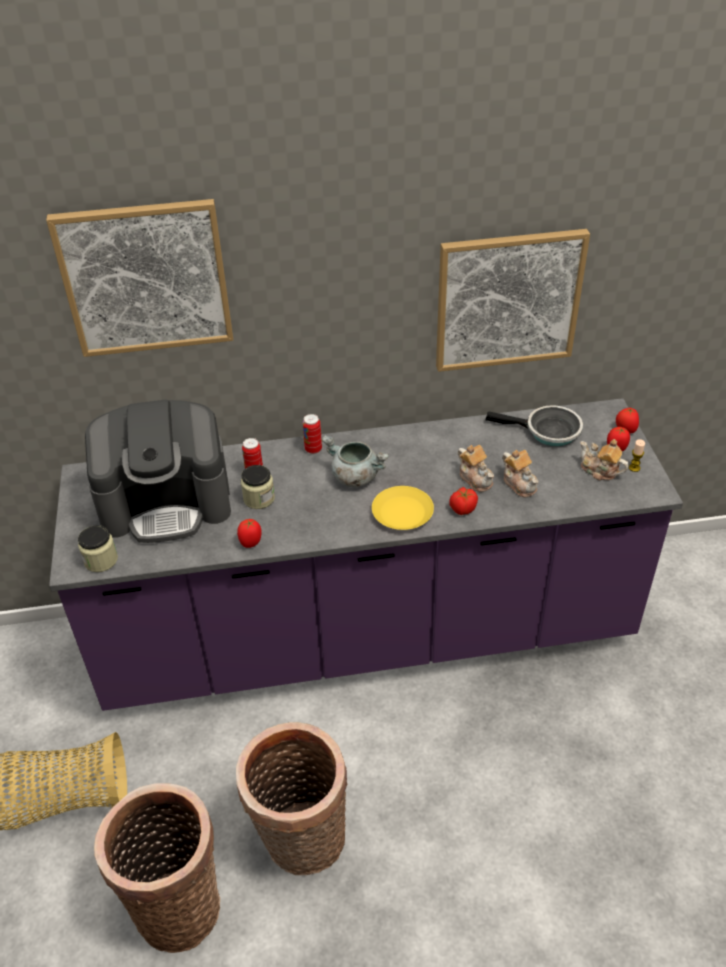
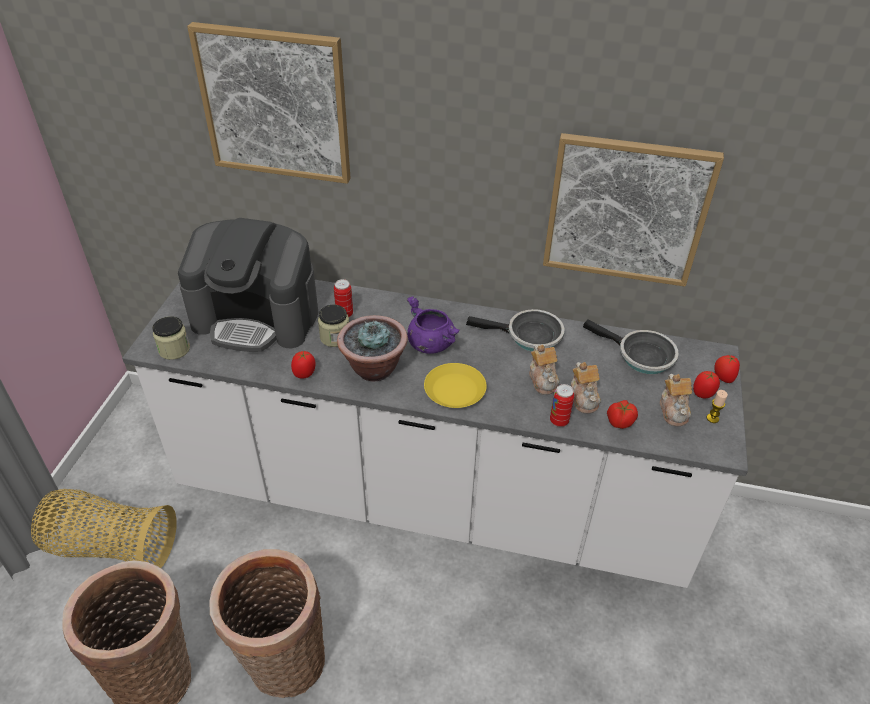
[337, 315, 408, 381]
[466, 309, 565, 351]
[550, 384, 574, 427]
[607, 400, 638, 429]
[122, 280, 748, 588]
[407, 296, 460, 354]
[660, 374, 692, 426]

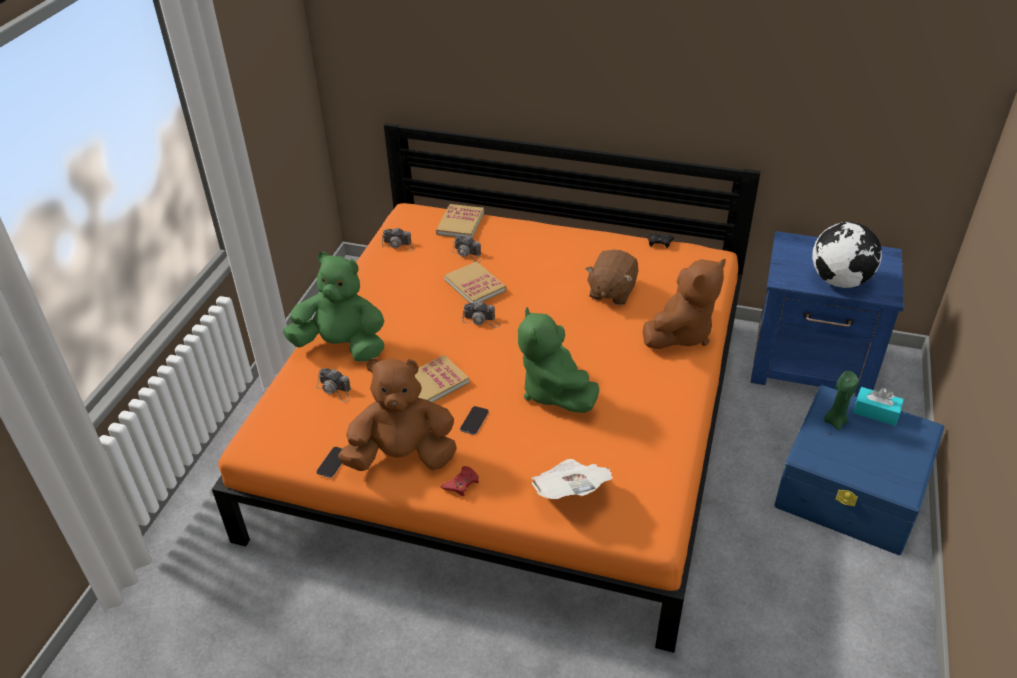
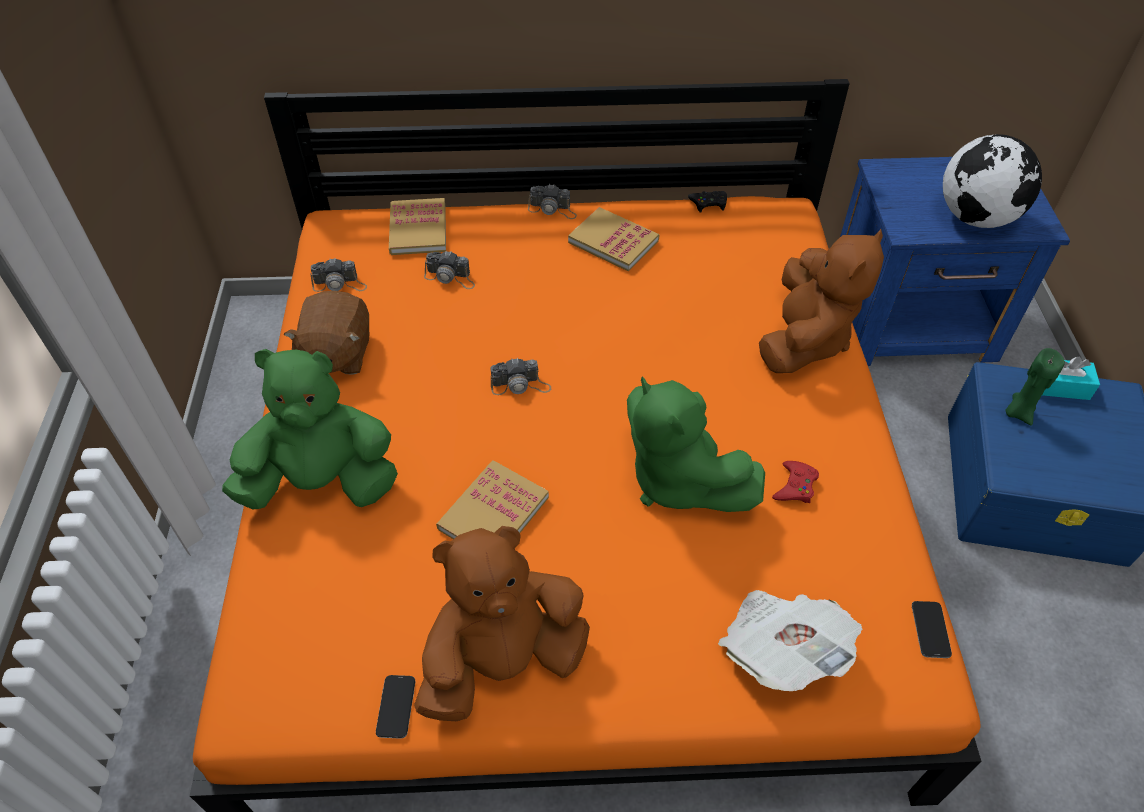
[528, 184, 577, 219]
[772, 461, 819, 503]
[568, 207, 660, 272]
[912, 601, 952, 658]
[284, 291, 369, 375]

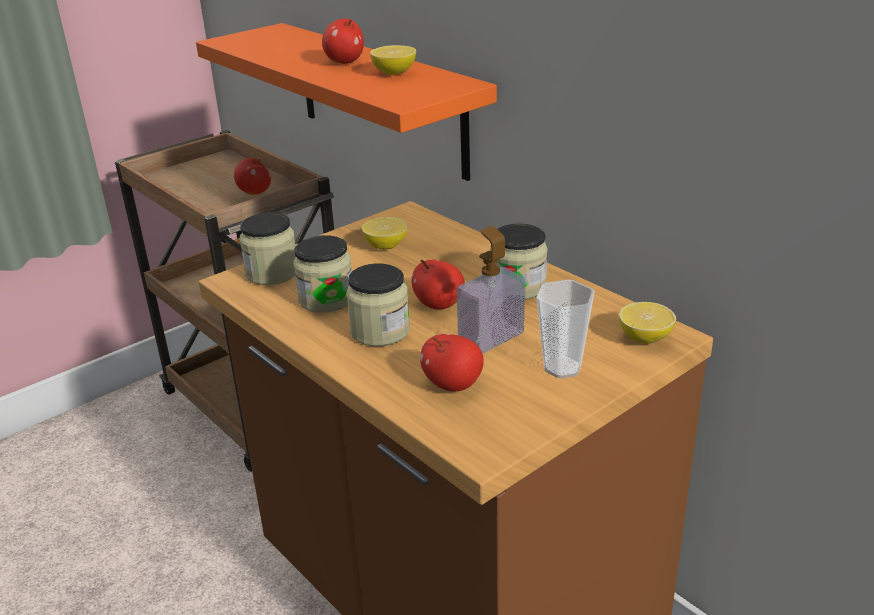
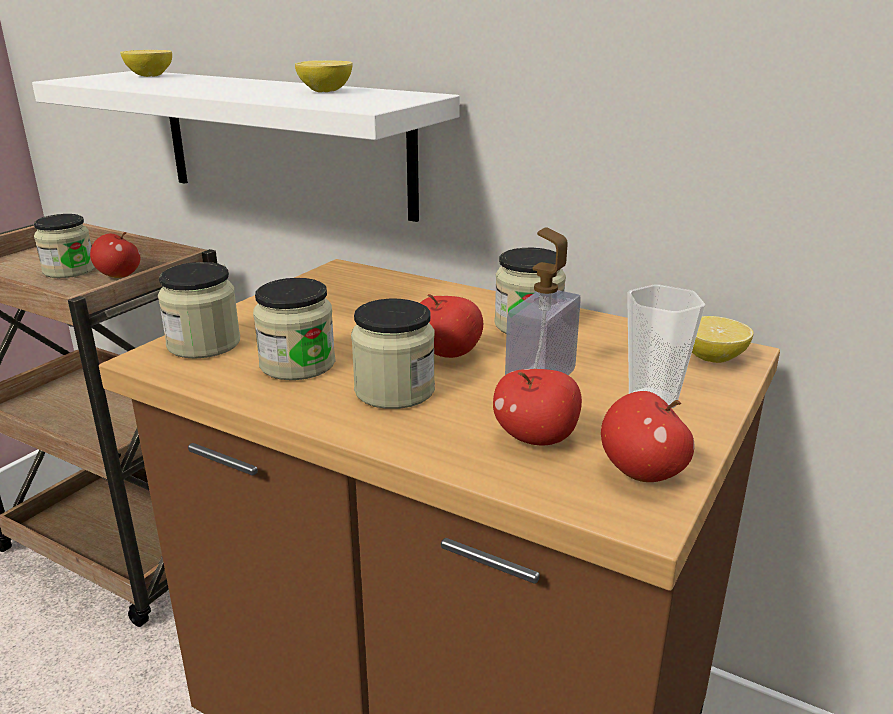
[34, 214, 95, 278]
[601, 391, 694, 482]
[120, 50, 172, 77]
[32, 71, 460, 222]

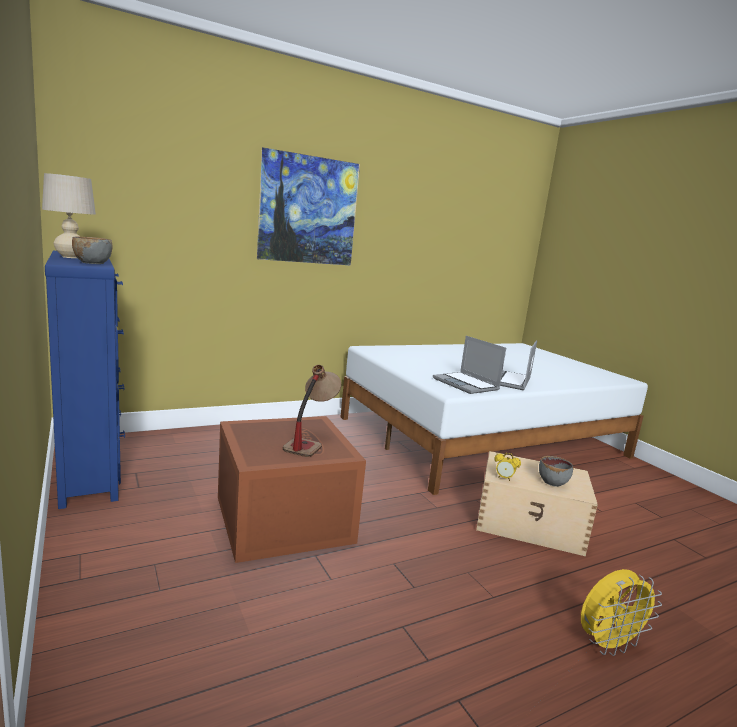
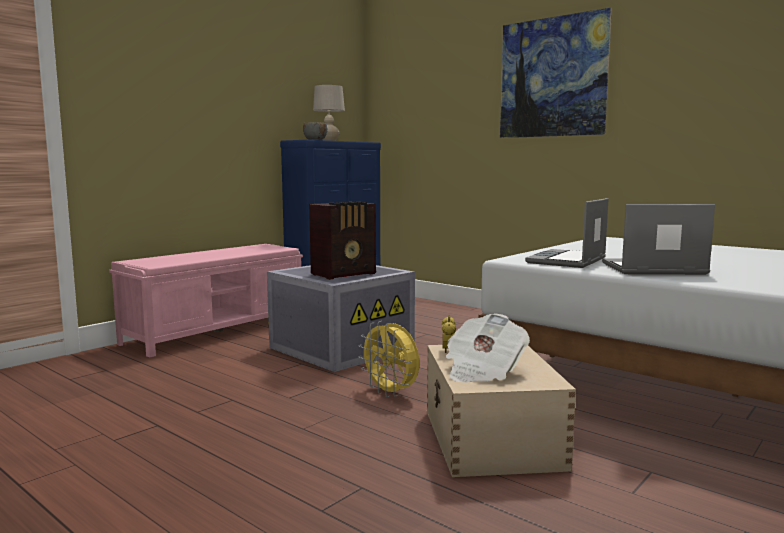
[109, 244, 303, 358]
[359, 321, 419, 397]
[309, 201, 376, 280]
[446, 313, 530, 383]
[267, 265, 415, 372]

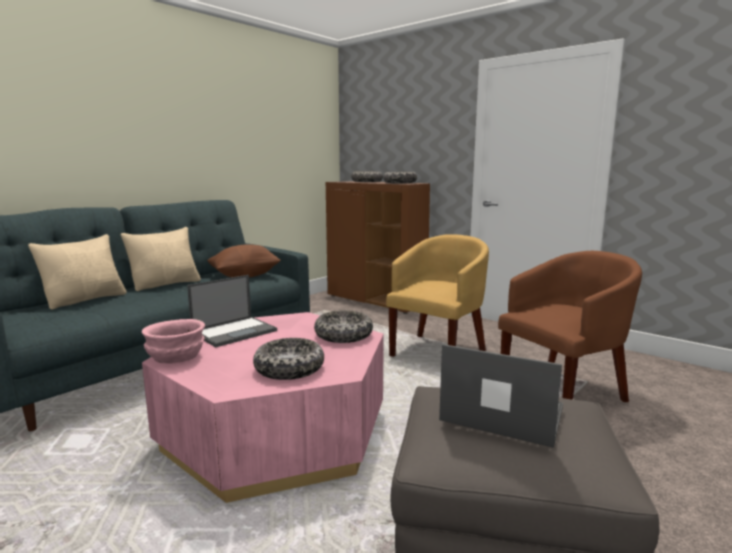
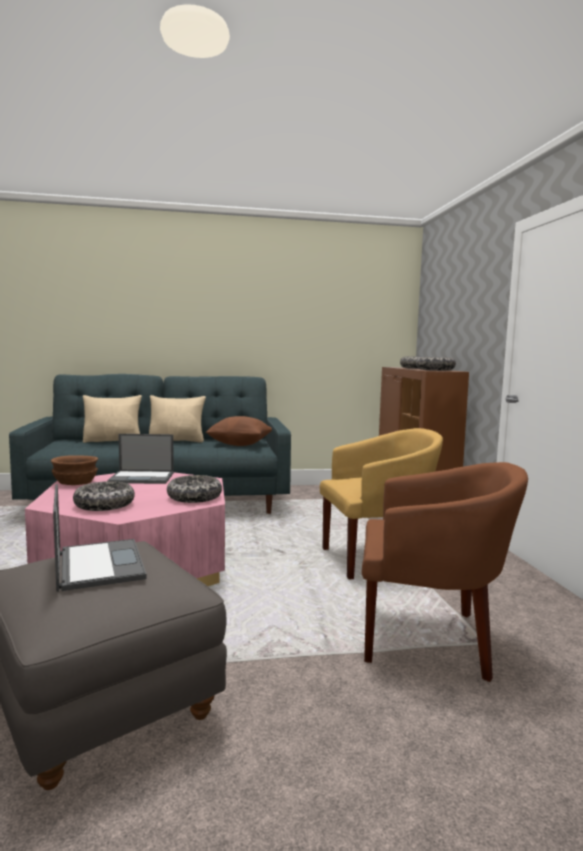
[51, 455, 98, 485]

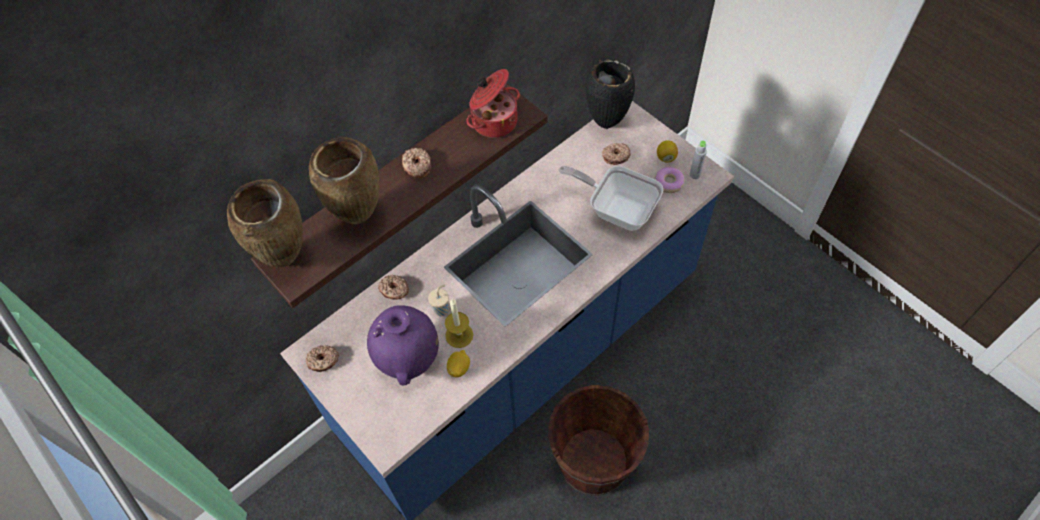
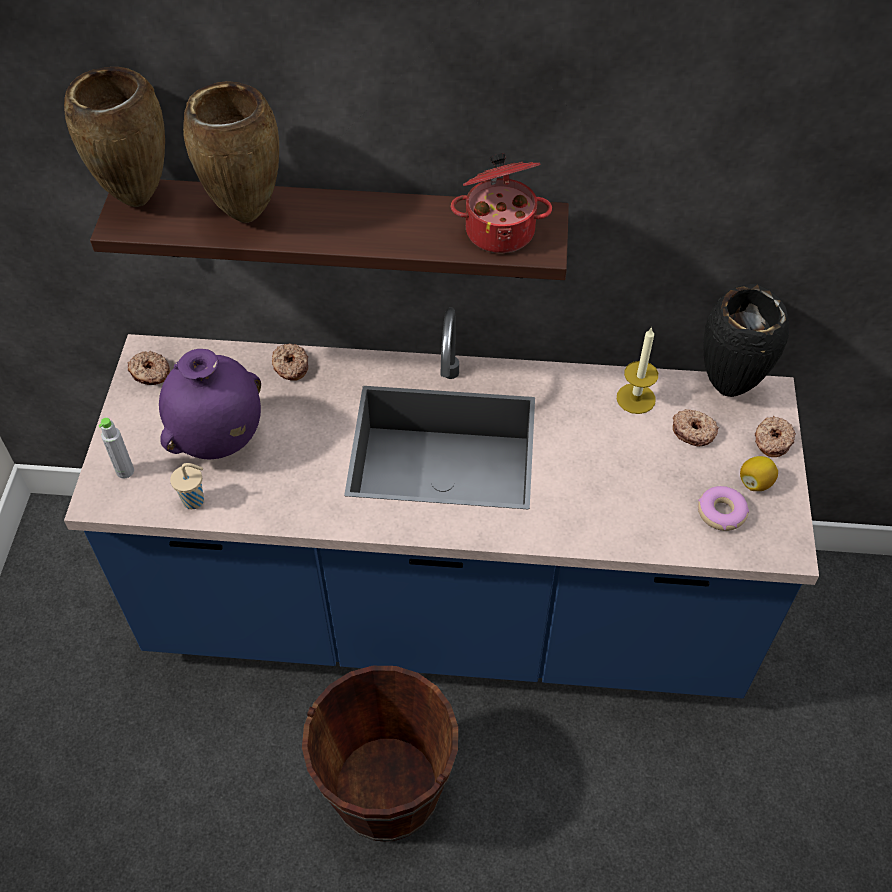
[447, 350, 470, 377] (first image)
[558, 165, 663, 231] (first image)
[755, 416, 796, 457]
[170, 463, 204, 509]
[617, 327, 658, 414]
[98, 418, 134, 479]

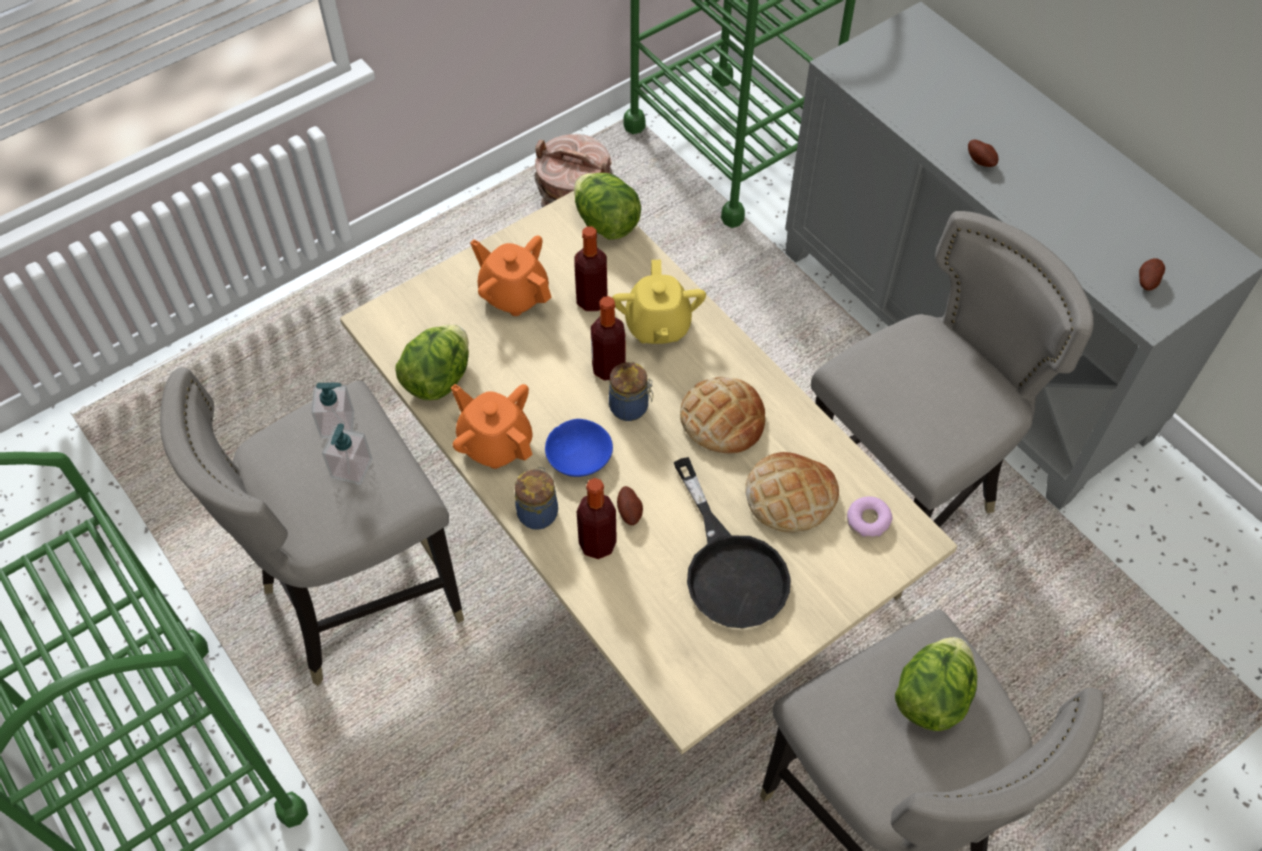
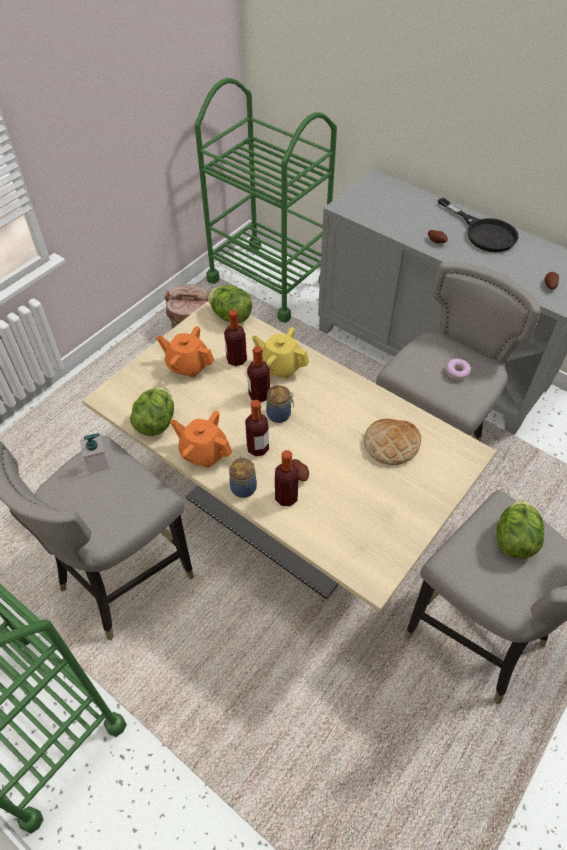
[322, 423, 372, 485] (first image)
[680, 376, 765, 454] (first image)
[438, 198, 519, 252]
[445, 359, 471, 380]
[245, 400, 269, 456]
[252, 327, 309, 379]

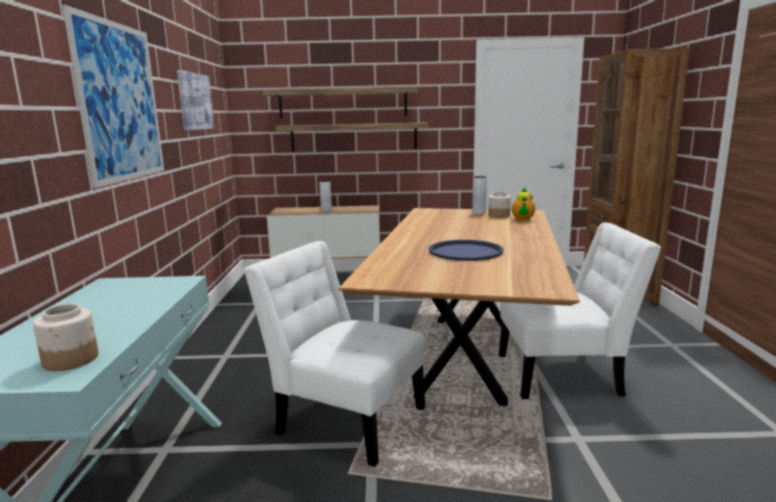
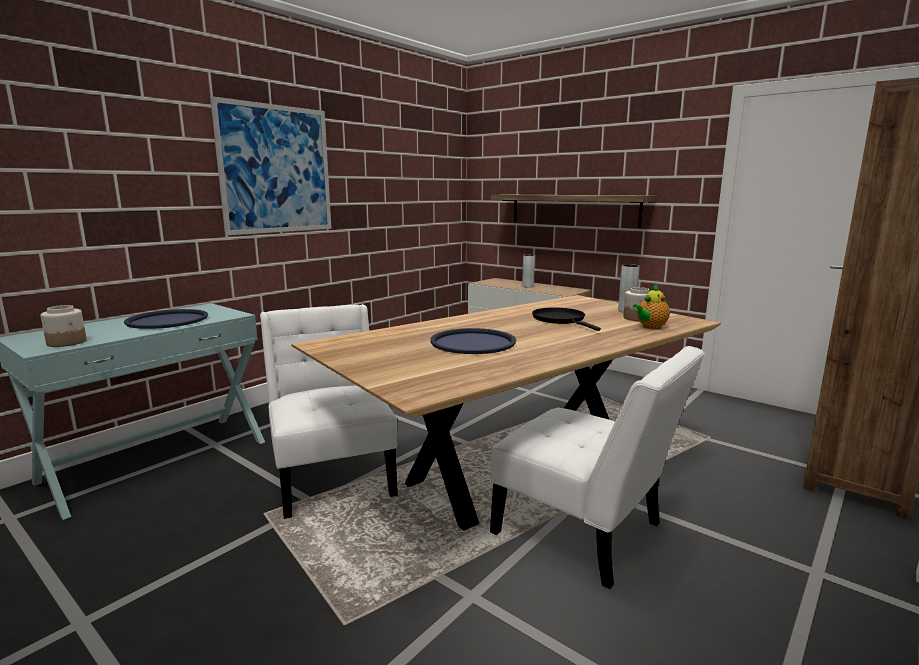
[177, 70, 214, 131] (first image)
[263, 87, 418, 118] (first image)
[124, 309, 208, 329]
[532, 307, 601, 331]

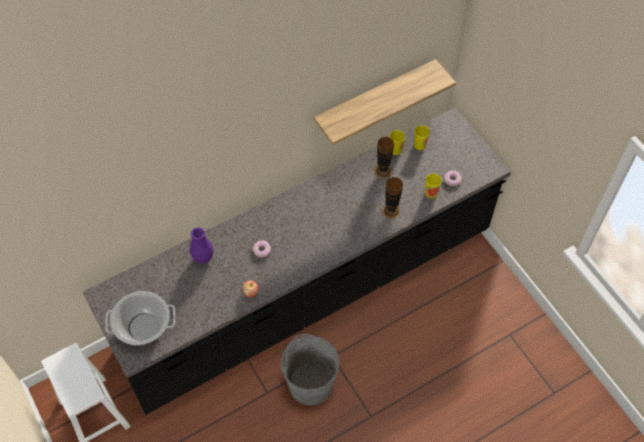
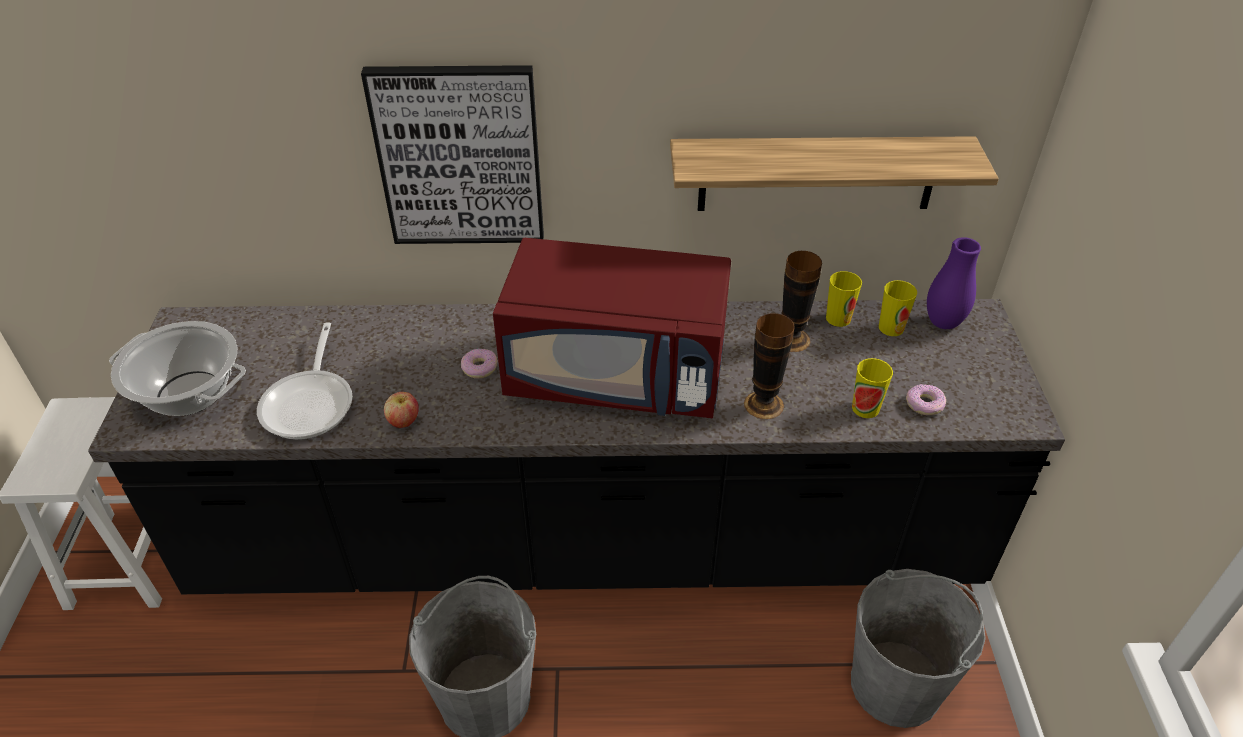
[257, 322, 353, 440]
[361, 65, 544, 244]
[493, 238, 731, 418]
[851, 569, 986, 728]
[927, 237, 981, 329]

